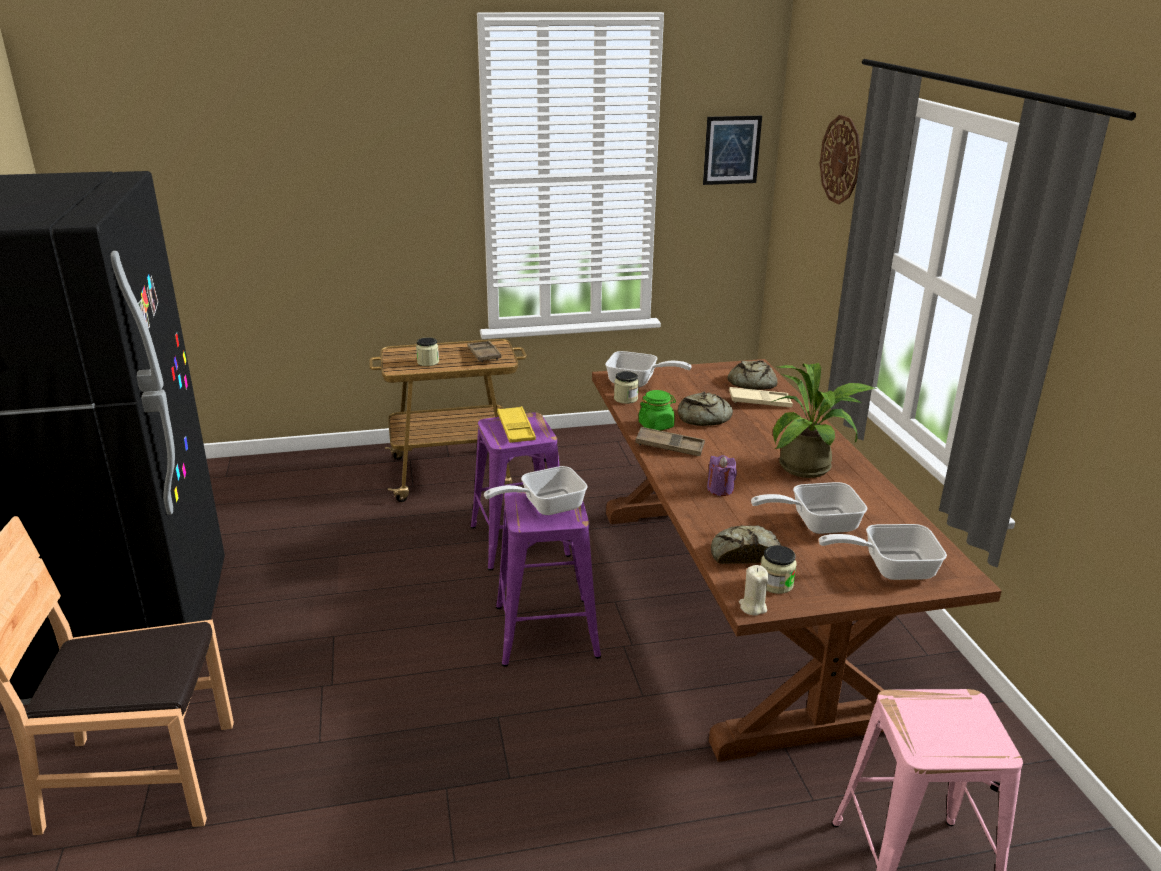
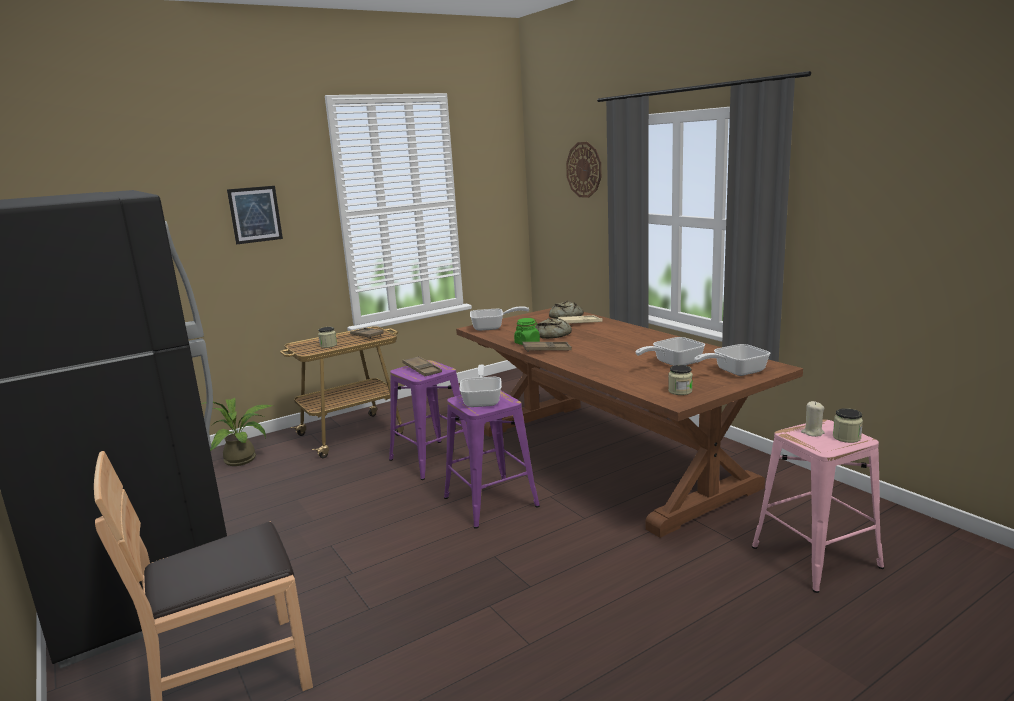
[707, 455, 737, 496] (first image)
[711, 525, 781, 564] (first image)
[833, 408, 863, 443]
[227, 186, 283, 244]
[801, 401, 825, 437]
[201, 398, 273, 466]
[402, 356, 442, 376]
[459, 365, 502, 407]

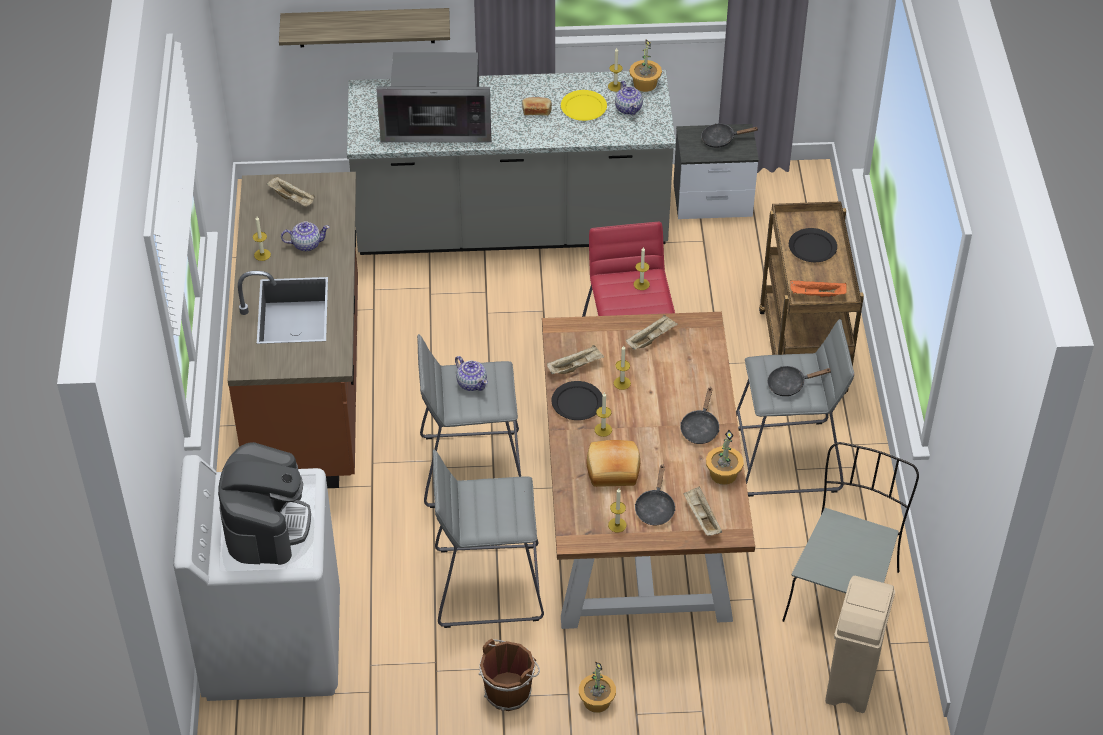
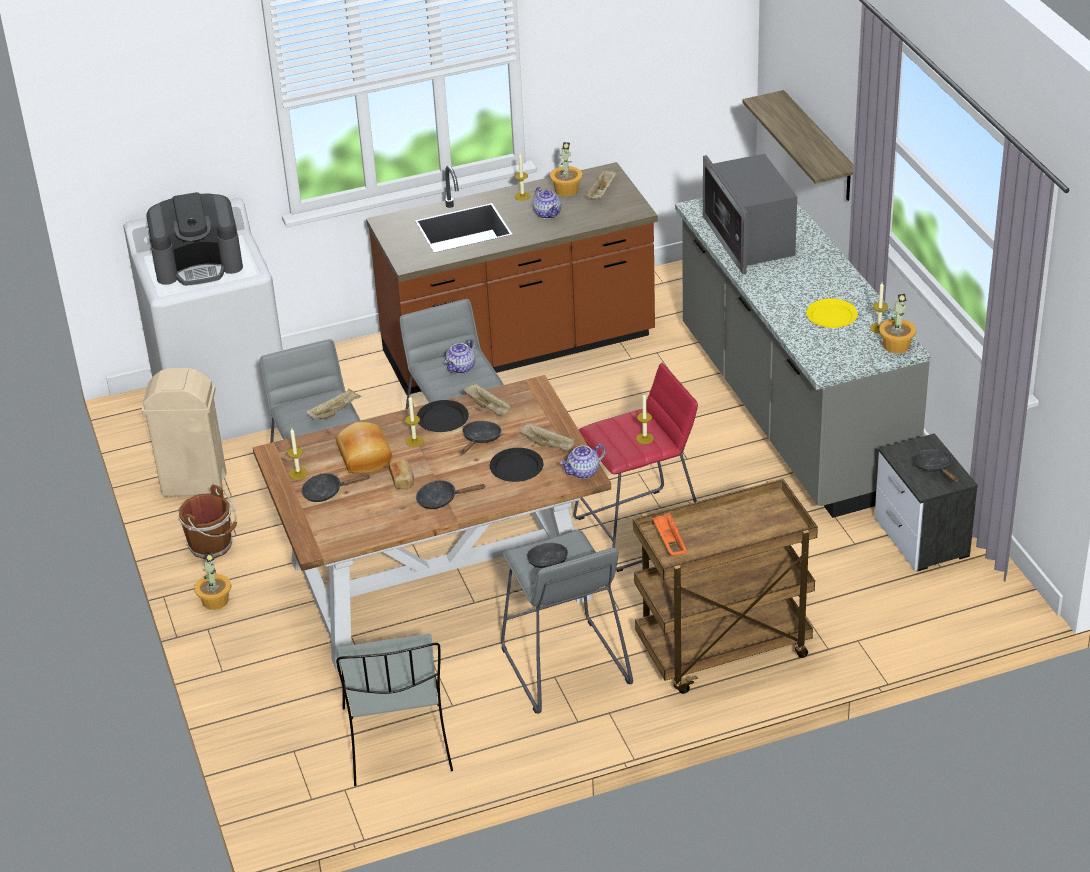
[389, 459, 414, 489]
[560, 444, 606, 479]
[306, 388, 362, 419]
[550, 142, 583, 196]
[490, 448, 543, 482]
[142, 368, 227, 497]
[460, 421, 501, 455]
[336, 633, 453, 786]

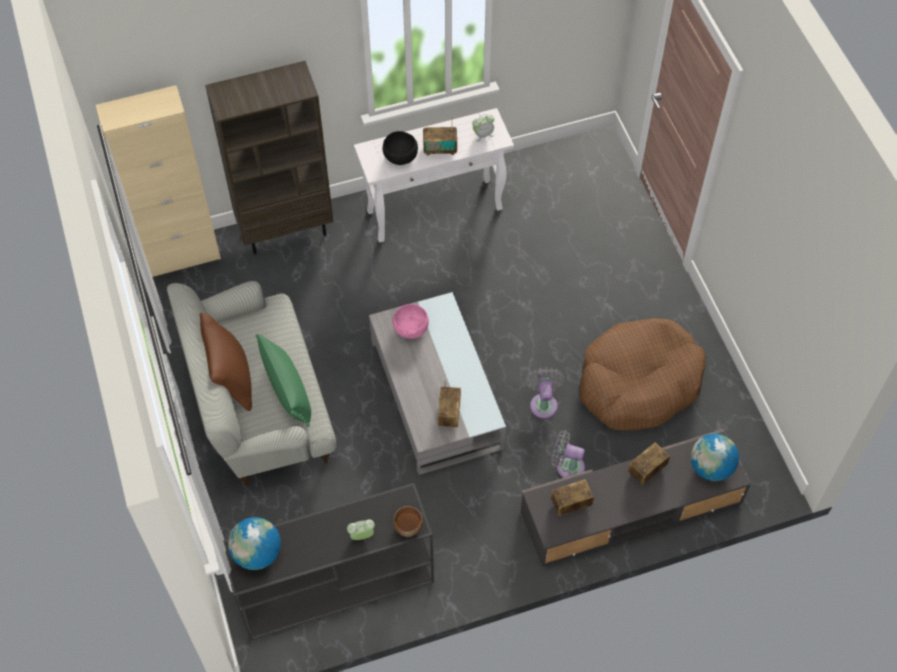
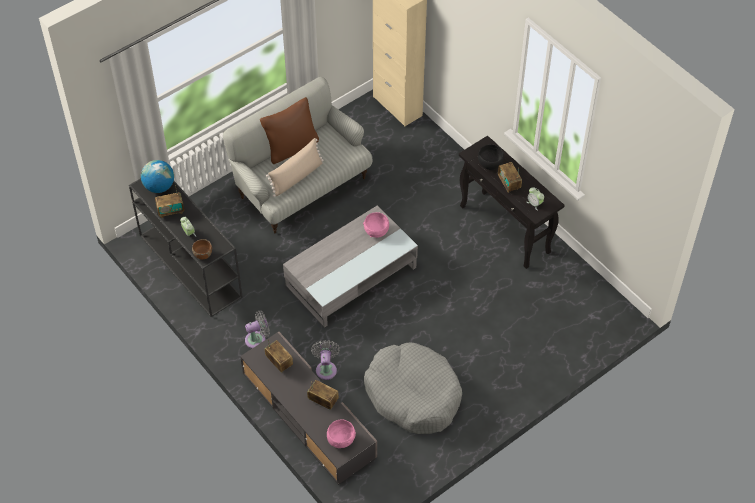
[205, 61, 334, 254] (first image)
[155, 185, 184, 218]
[245, 310, 270, 349]
[327, 420, 356, 448]
[266, 138, 324, 197]
[459, 136, 565, 269]
[364, 343, 462, 434]

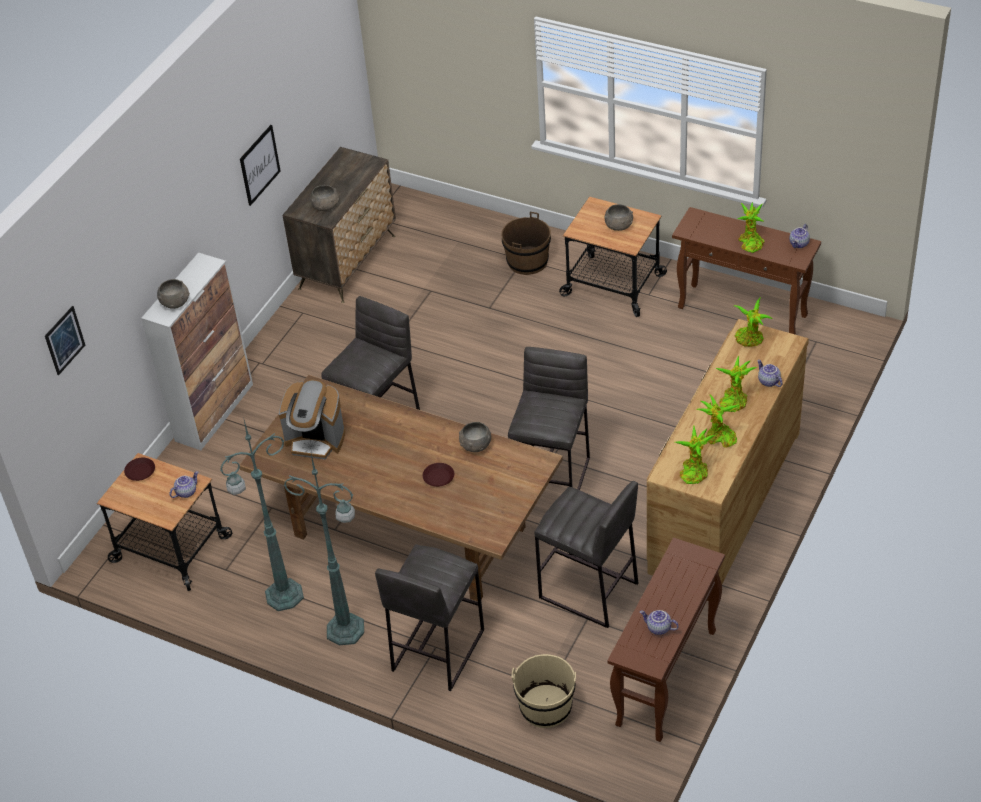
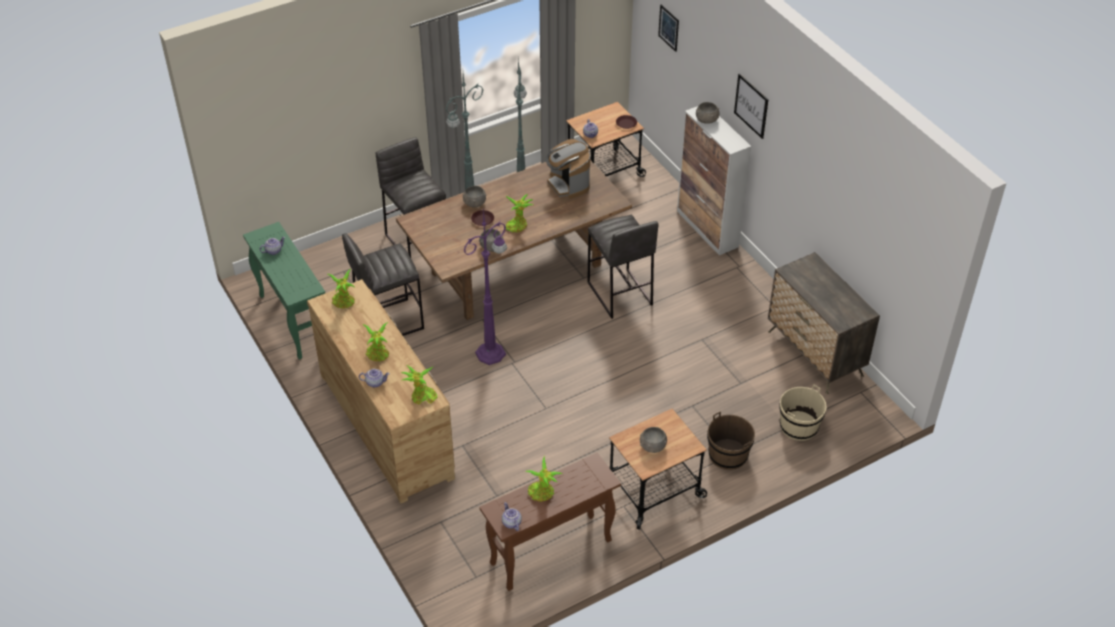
[734, 73, 769, 139]
[463, 186, 486, 208]
[779, 384, 826, 441]
[506, 194, 534, 232]
[464, 208, 507, 365]
[243, 222, 325, 360]
[546, 139, 590, 199]

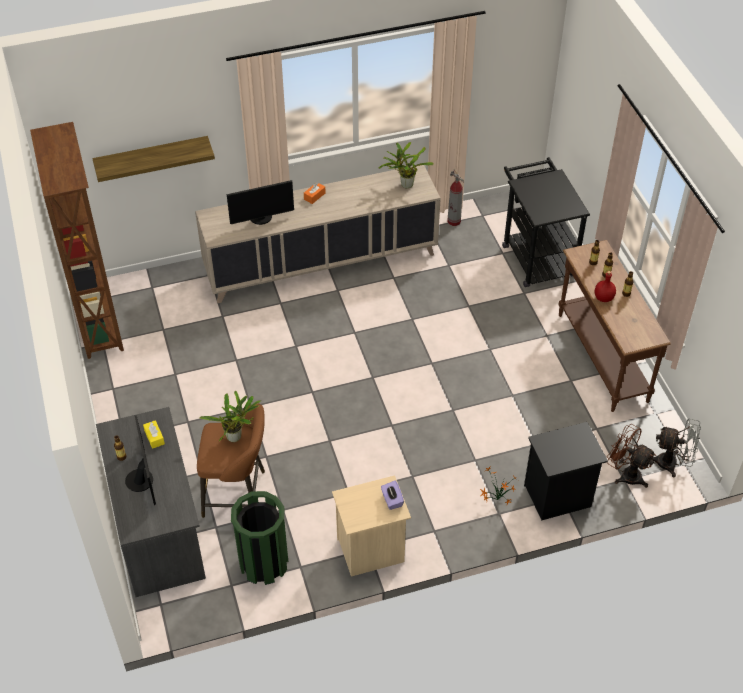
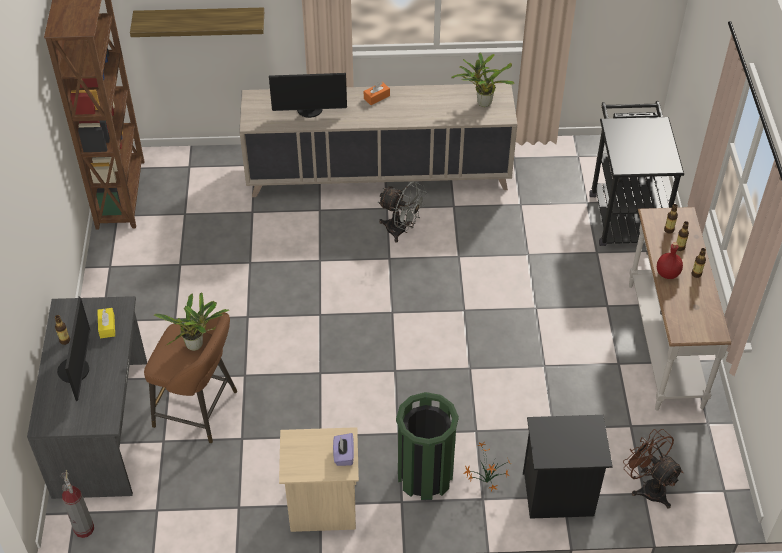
[396, 392, 459, 500]
[60, 470, 94, 538]
[378, 182, 427, 243]
[629, 207, 731, 411]

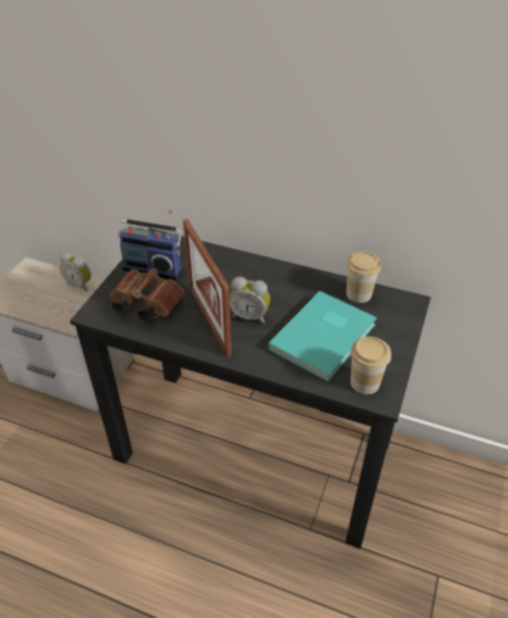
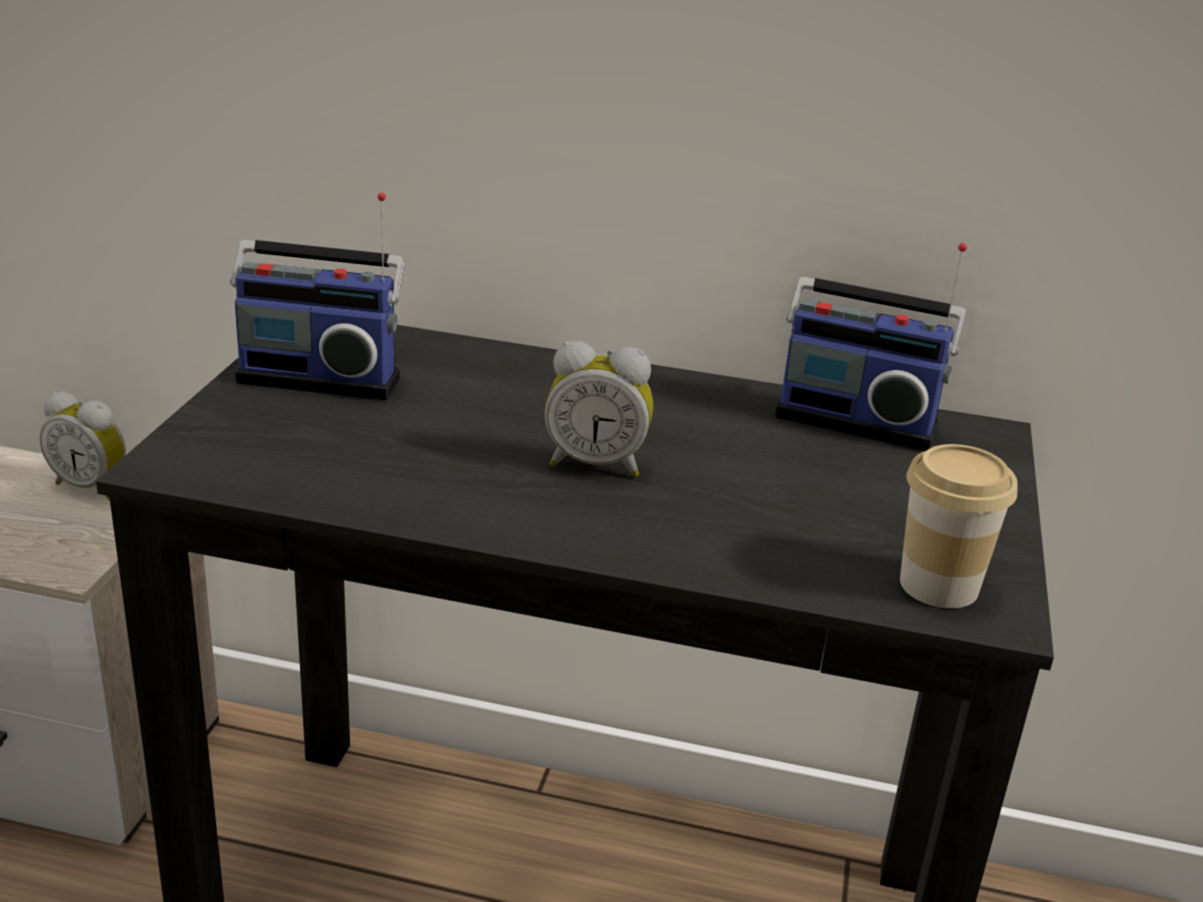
[110, 269, 184, 323] (first image)
[183, 219, 232, 357] (first image)
[268, 291, 377, 382] (first image)
[775, 243, 967, 451]

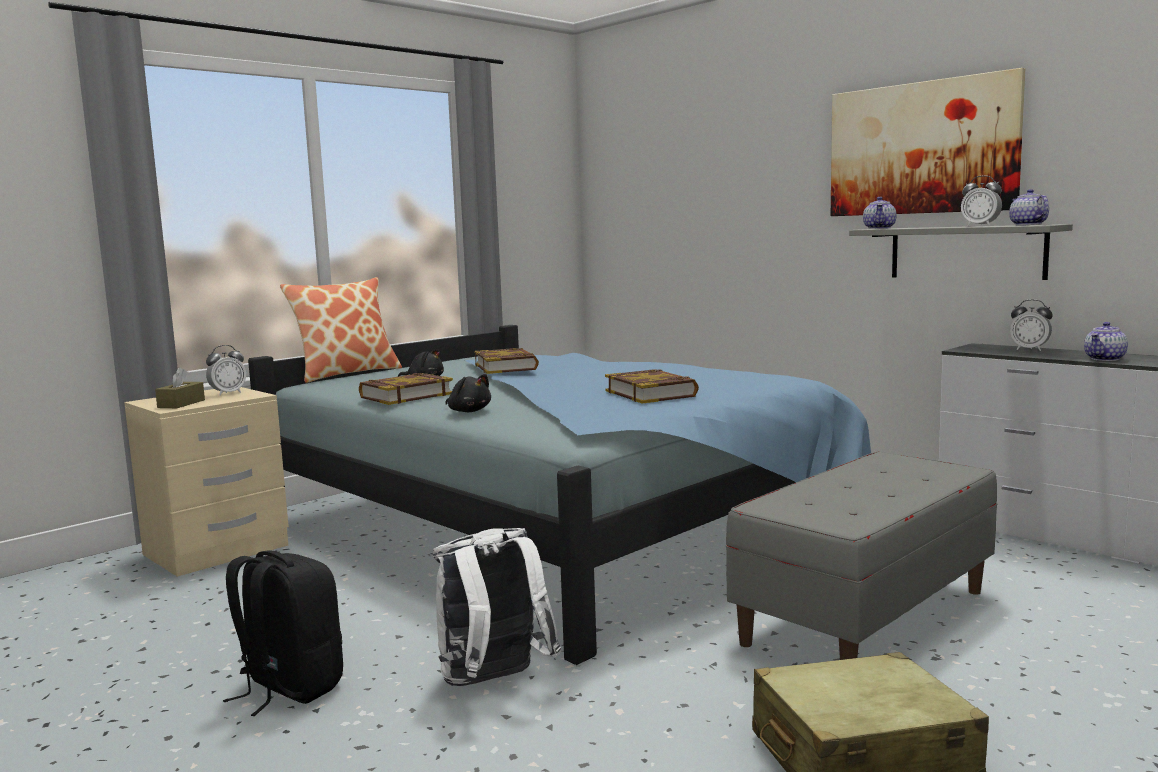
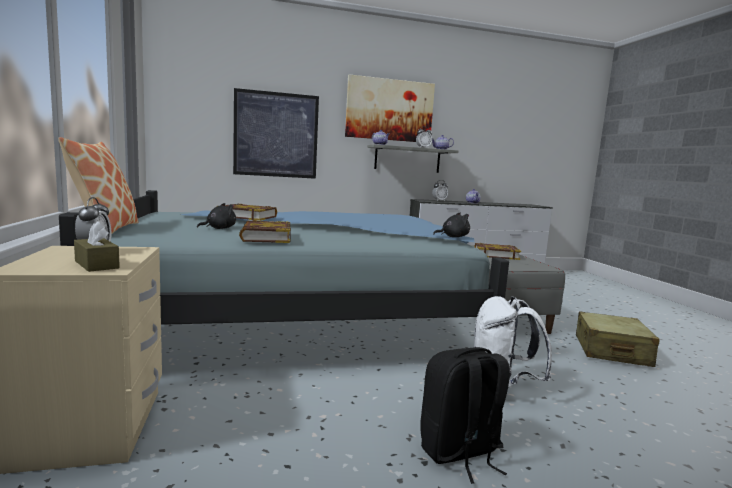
[233, 88, 319, 179]
[433, 213, 470, 237]
[474, 243, 521, 260]

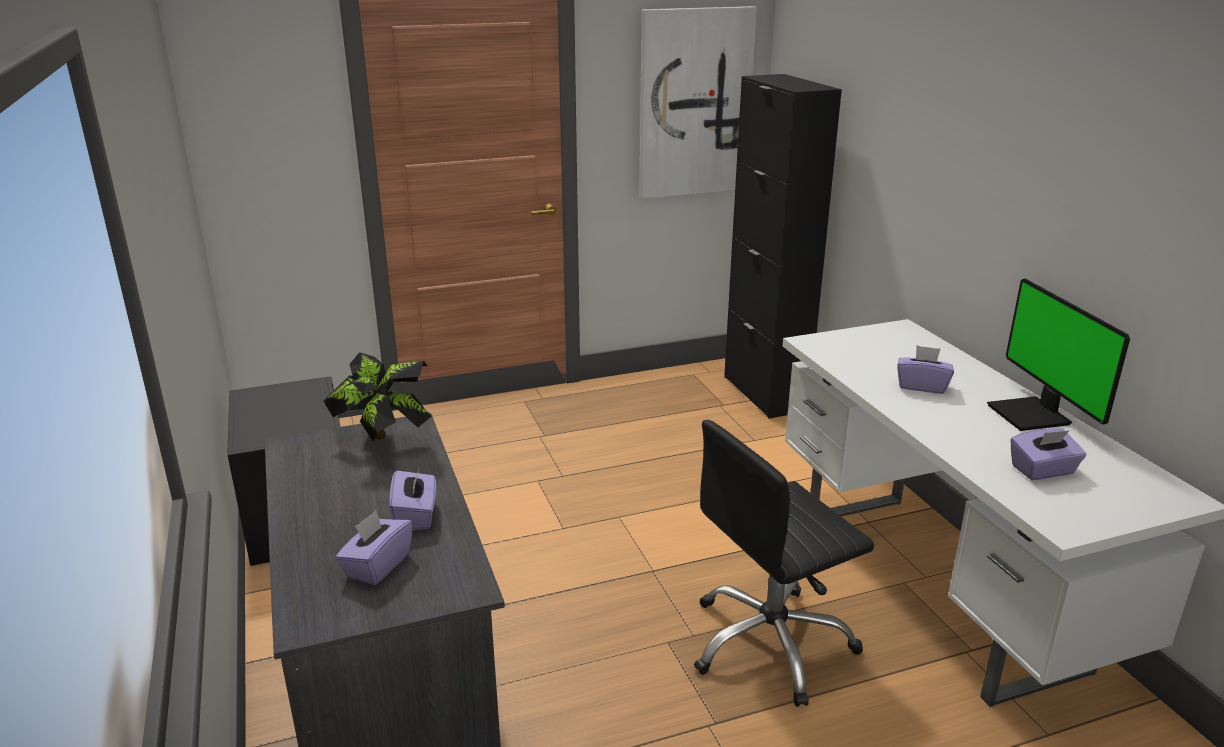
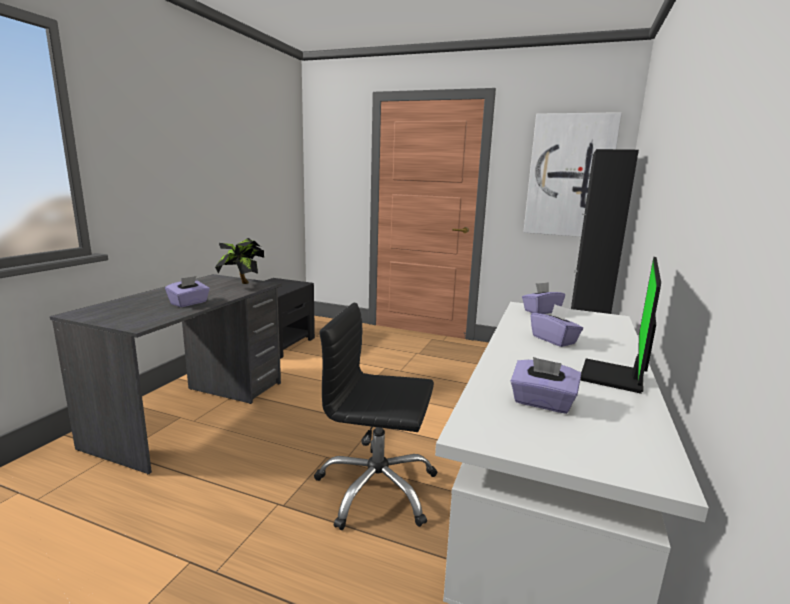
[522, 282, 565, 314]

